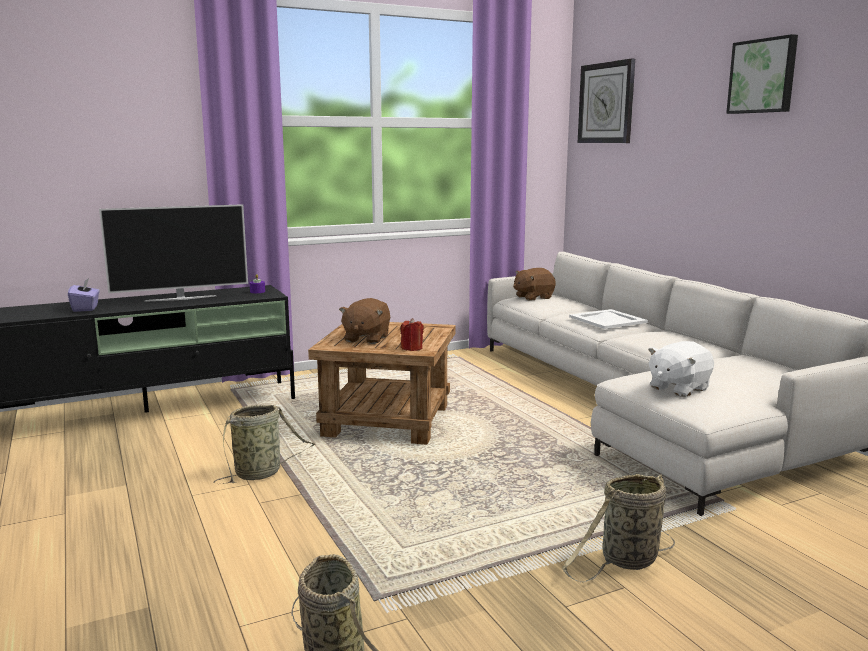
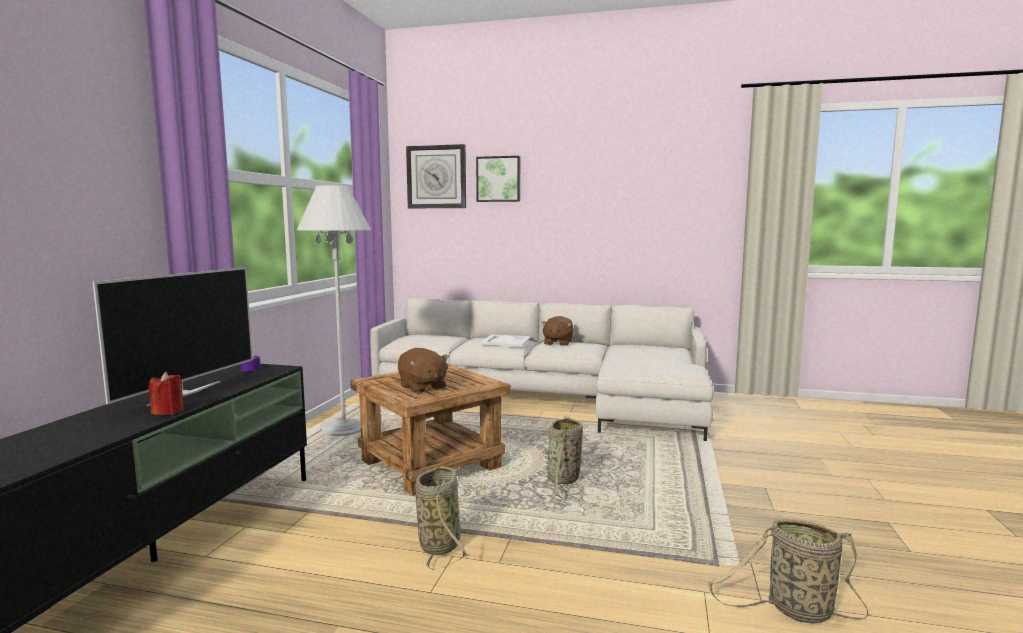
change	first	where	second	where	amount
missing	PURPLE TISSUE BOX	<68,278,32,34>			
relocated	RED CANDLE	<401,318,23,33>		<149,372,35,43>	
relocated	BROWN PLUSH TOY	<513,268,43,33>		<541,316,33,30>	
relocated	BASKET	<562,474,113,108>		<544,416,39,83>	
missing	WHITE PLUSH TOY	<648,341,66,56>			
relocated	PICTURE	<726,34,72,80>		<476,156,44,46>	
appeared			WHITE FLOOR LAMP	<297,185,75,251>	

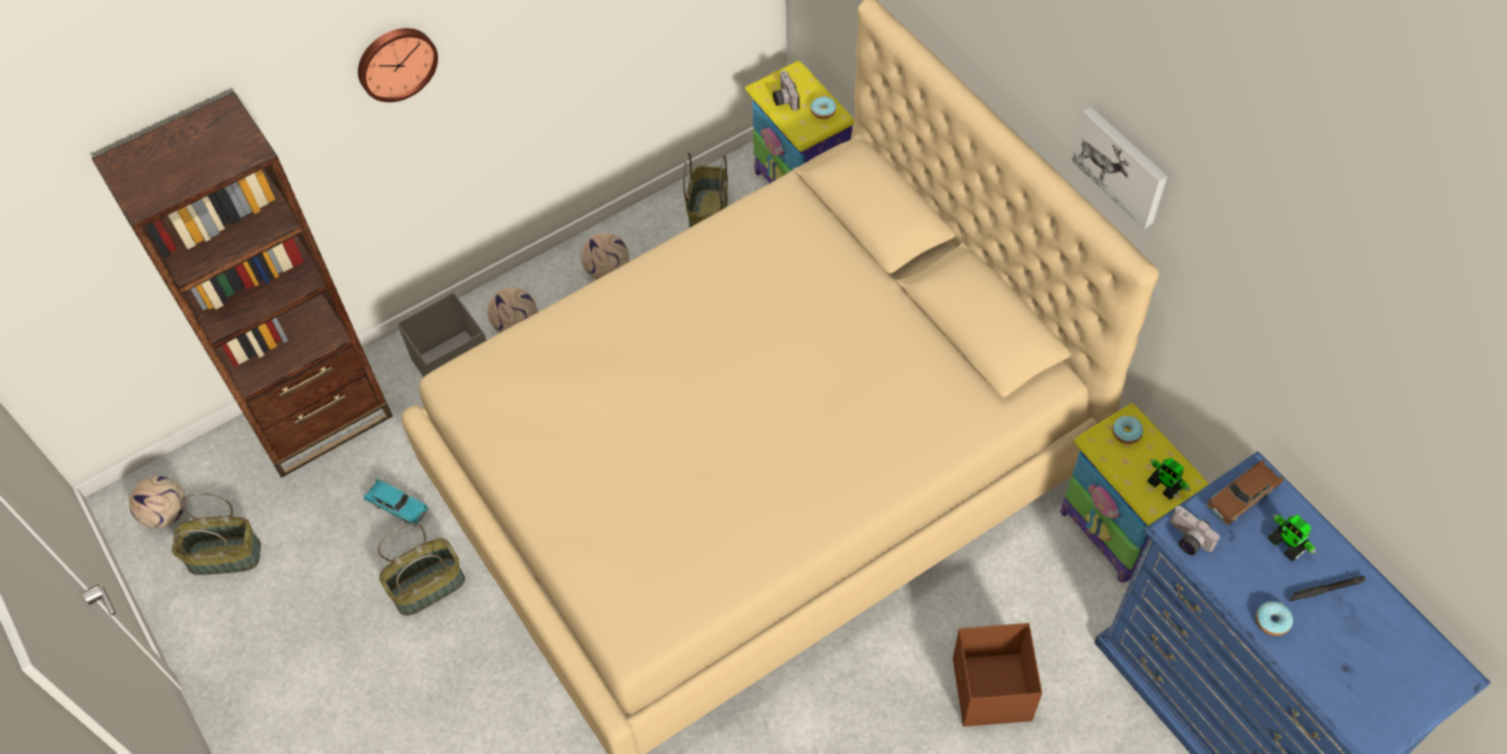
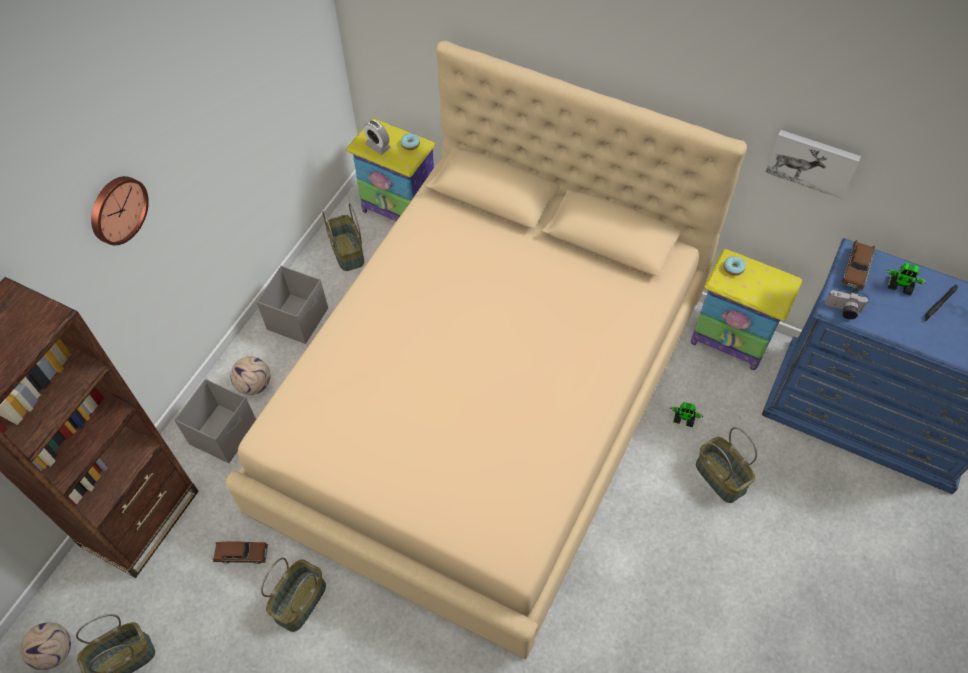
change	first	where	second	where	amount
colour	TURQUOISE TOY CAR	<364,479,65,48>	BROWN TOY CAR	<213,541,55,23>	
exchanged	FOOTBALL	<581,233,48,46>	GREY STORAGE BOX	<256,266,72,78>	
exchanged	PHOTO CAMERA	<773,71,26,40>	ALARM CLOCK	<364,120,27,35>	
exchanged	BROWN STORAGE BOX	<953,623,89,104>	BASKET	<696,427,61,76>	
relocated	PICTURE	<1072,107,95,123>		<765,130,96,69>	
relocated	TOY ROBOT	<1147,457,43,43>		<670,402,33,25>	
missing	DONUT	<1256,601,37,35>			

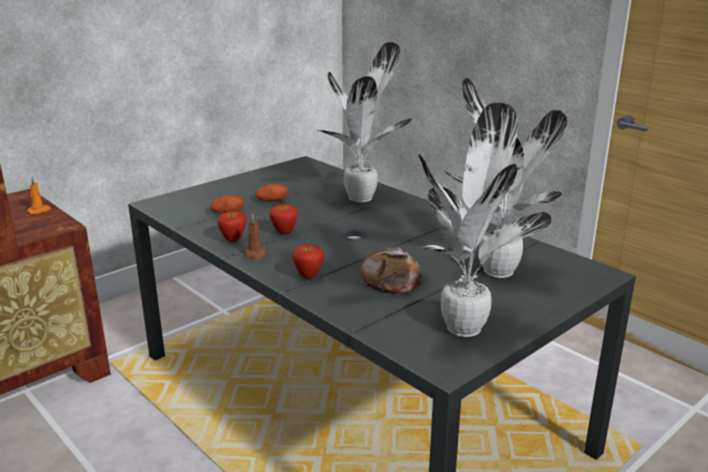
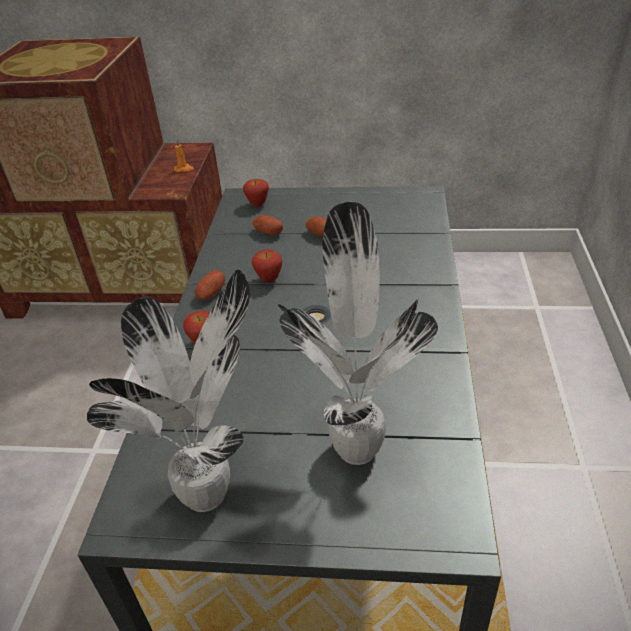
change	first	where	second	where	amount
relocated	APPLE	<217,211,29,31>		<243,179,26,28>	
exchanged	BROWN CANDLE	<243,214,23,46>	POTATO	<195,270,30,30>	
missing	POTTED PLANT	<317,42,94,160>			
missing	BREAD	<361,247,62,47>			

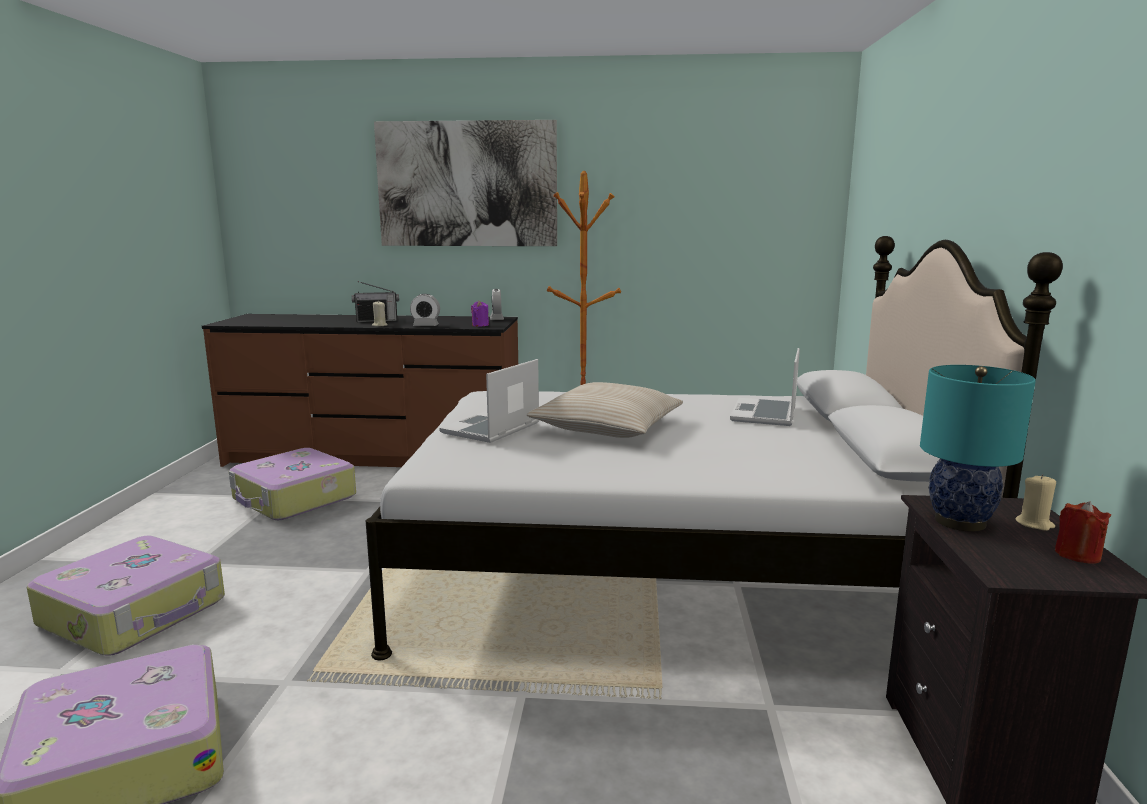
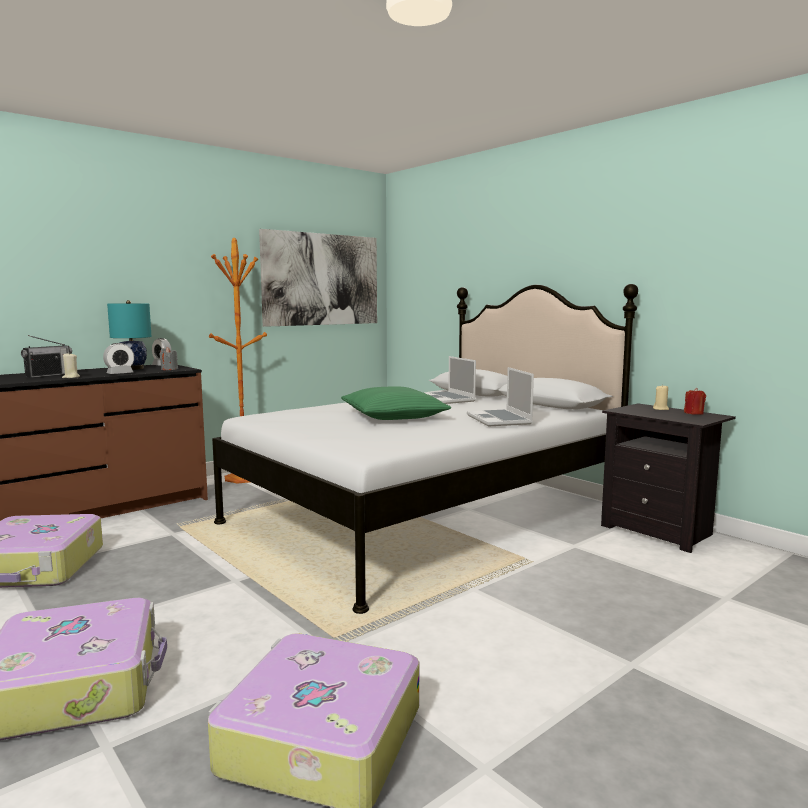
change	first	where	second	where	amount
relocated	PICTURE	<374,120,183,126>		<259,229,118,98>	
relocated	LAPTOP	<439,359,100,84>		<467,367,67,60>	
colour	PURPLE CANDLE	<471,301,18,26>	GREY CANDLE	<160,347,18,23>	
colour	BEIGE PILLOW	<527,382,156,56>	GREEN PILLOW	<341,386,110,34>	
relocated	TURQUOISE TABLE LAMP	<920,365,116,167>		<107,300,44,70>	

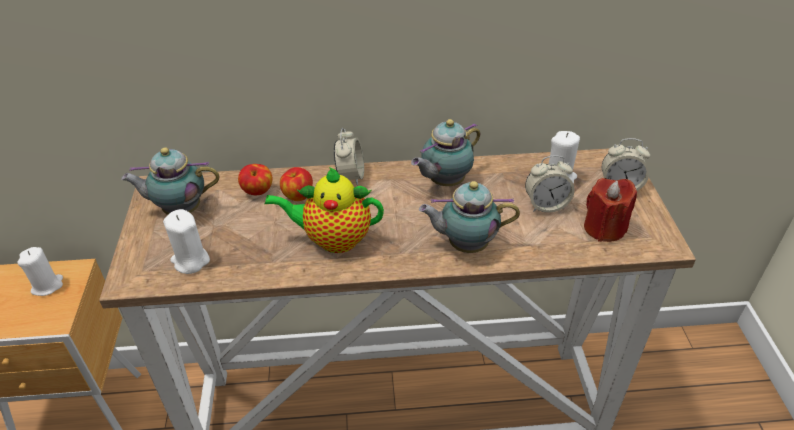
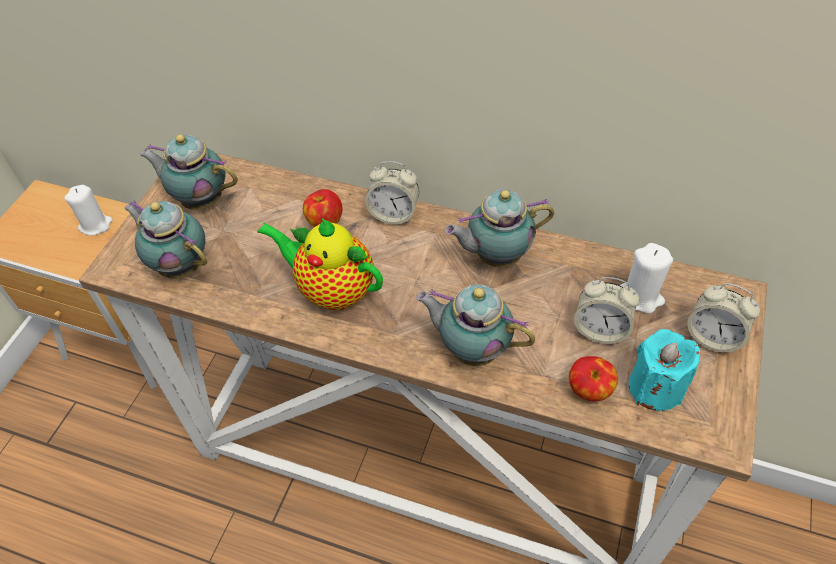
change	first	where	second	where	amount
exchanged	WHITE CANDLE	<163,209,47,65>	TEAPOT	<124,201,83,78>	
relocated	APPLE	<238,164,35,32>		<569,356,49,45>	
spun	ALARM CLOCK	<334,128,30,58>		<365,161,54,64>	75 degrees clockwise
colour	RED CANDLE	<584,178,53,64>	TURQUOISE CANDLE	<629,329,71,82>	

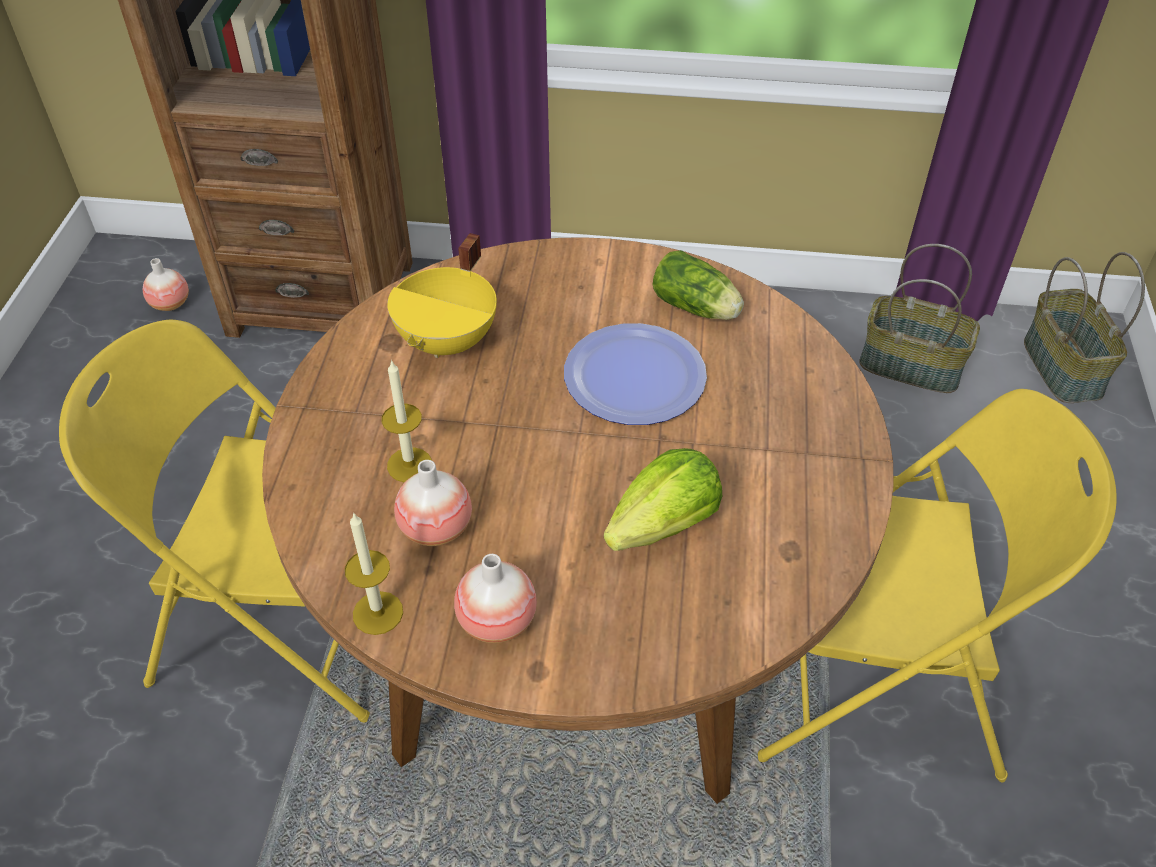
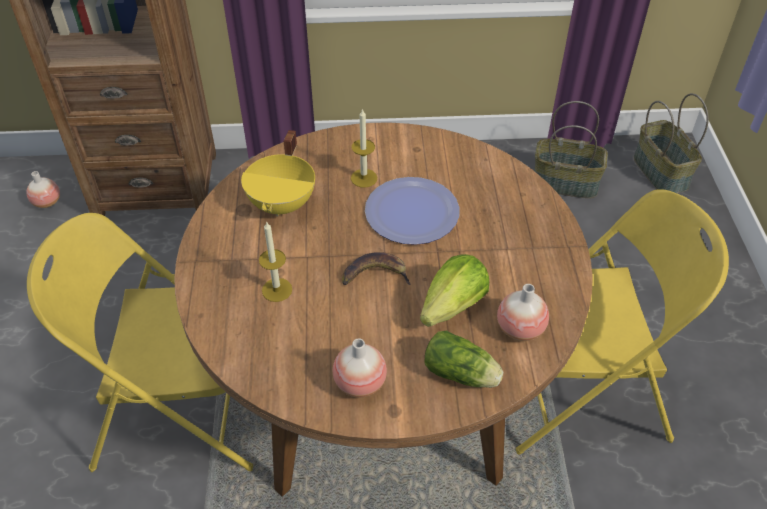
change	first	where	second	where	amount
relocated	CANDLE	<345,512,58,123>		<351,109,26,79>	
relocated	VASE	<394,460,78,86>		<497,284,52,57>	
relocated	LETTUCE	<653,250,91,70>		<424,331,79,57>	
appeared			BANANA	<342,252,69,33>	

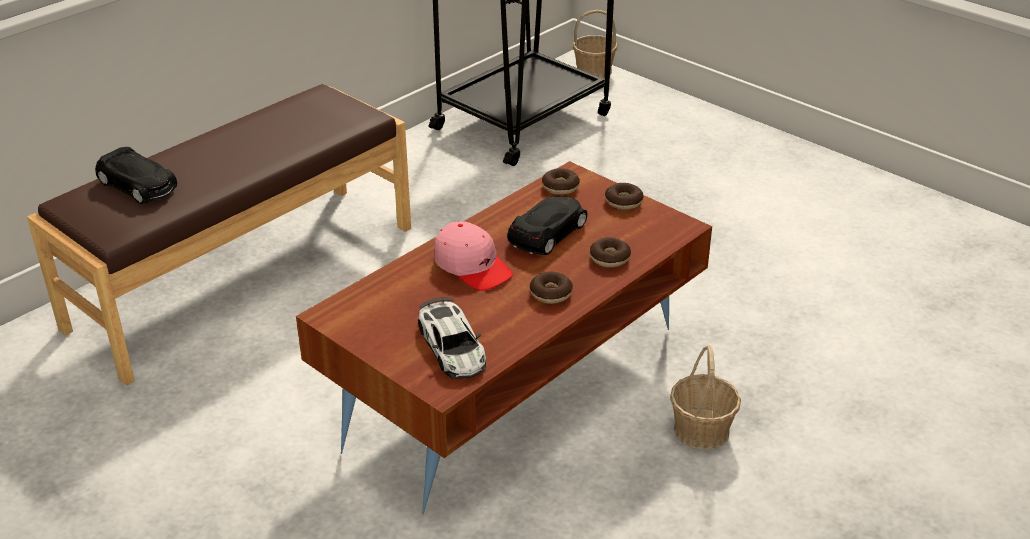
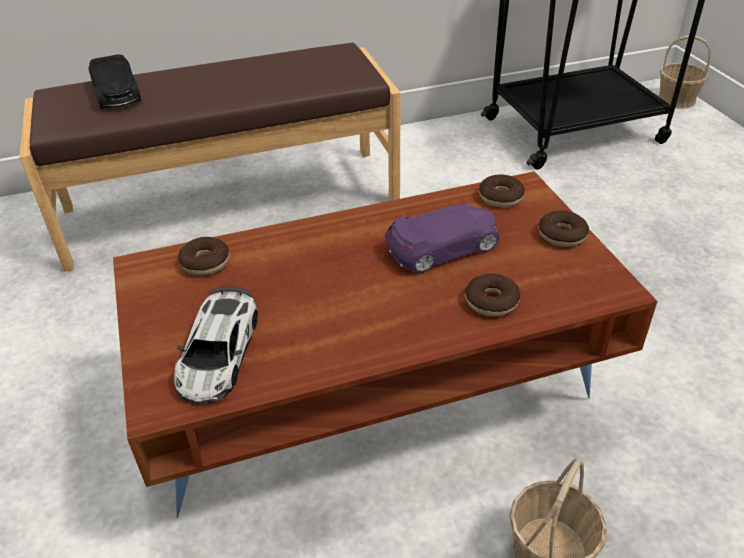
change	first	where	second	where	amount
missing	PINK CAP	<434,221,79,70>			
colour	BLACK TOY CAR	<507,196,80,59>	PURPLE TOY CAR	<385,204,114,69>	
relocated	DONUT	<530,272,43,32>		<178,237,51,38>	

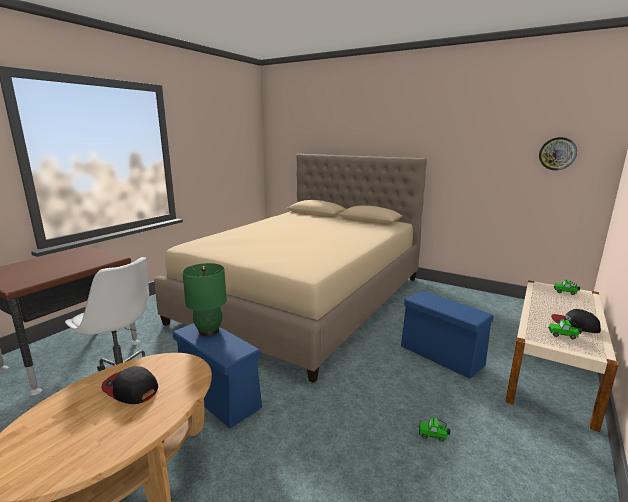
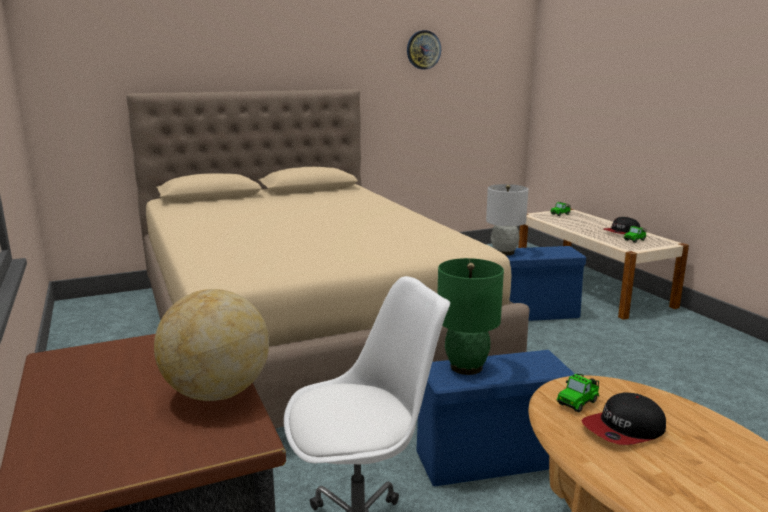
change	first	where	second	where	amount
relocated	TOY CAR	<419,418,31,24>		<557,374,42,38>	
relocated	WALL CLOCK	<539,137,38,33>		<407,30,34,39>	
appeared			GLOBE	<154,289,115,112>	
appeared			WHITE TABLE LAMP	<486,184,42,72>	

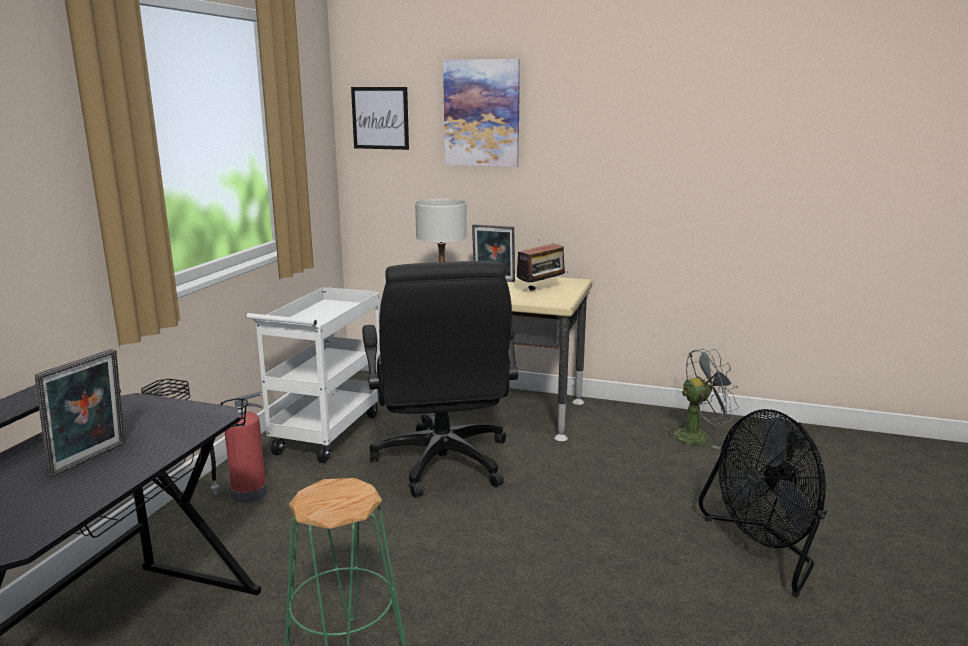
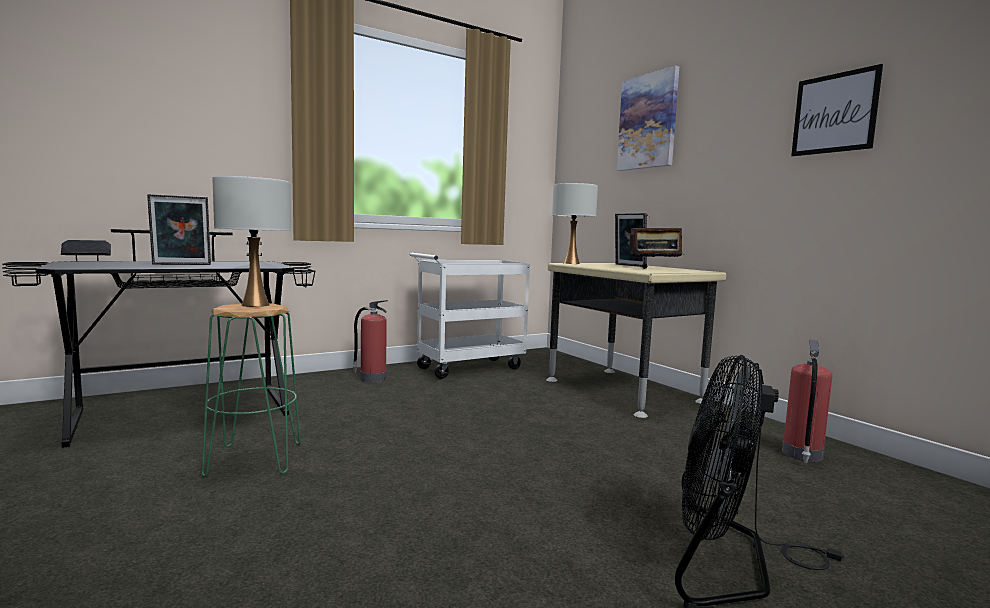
change	first	where	second	where	amount
relocated	PICTURE	<351,87,58,63>		<791,64,92,92>	
missing	BLACK OFFICE CHAIR	<362,261,156,237>			
exchanged	GREY FAN	<662,349,78,100>	FIRE EXTINGUISHER	<782,340,50,123>	
appeared			WHITE TABLE LAMP	<212,176,79,131>	

